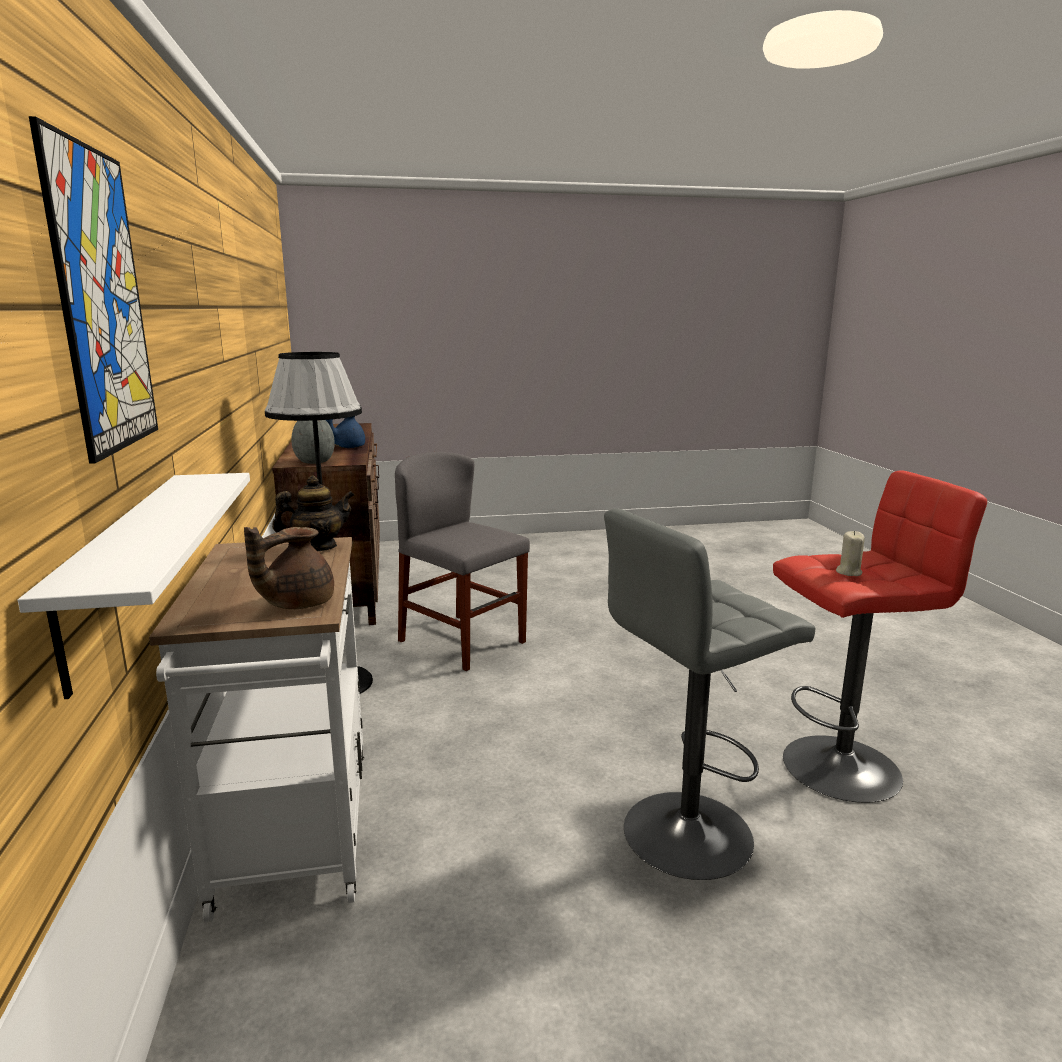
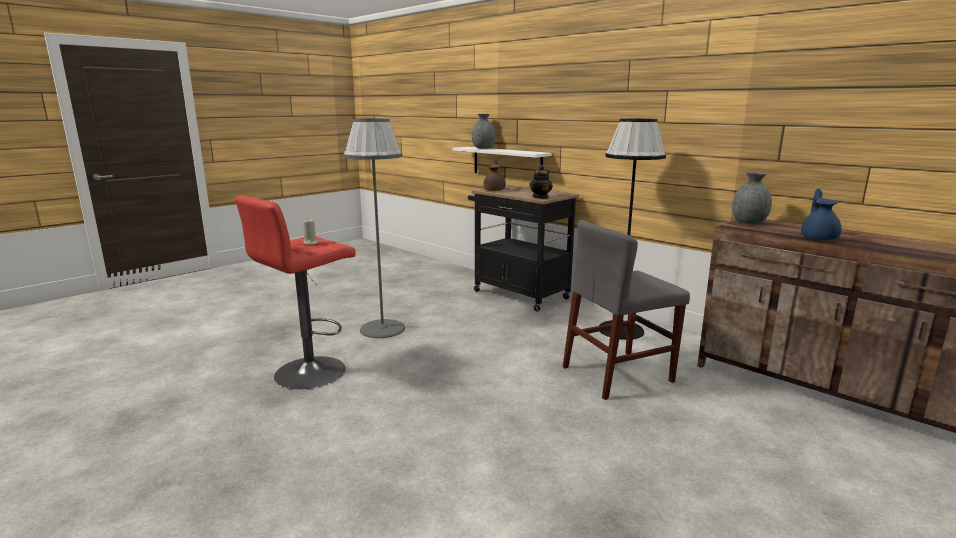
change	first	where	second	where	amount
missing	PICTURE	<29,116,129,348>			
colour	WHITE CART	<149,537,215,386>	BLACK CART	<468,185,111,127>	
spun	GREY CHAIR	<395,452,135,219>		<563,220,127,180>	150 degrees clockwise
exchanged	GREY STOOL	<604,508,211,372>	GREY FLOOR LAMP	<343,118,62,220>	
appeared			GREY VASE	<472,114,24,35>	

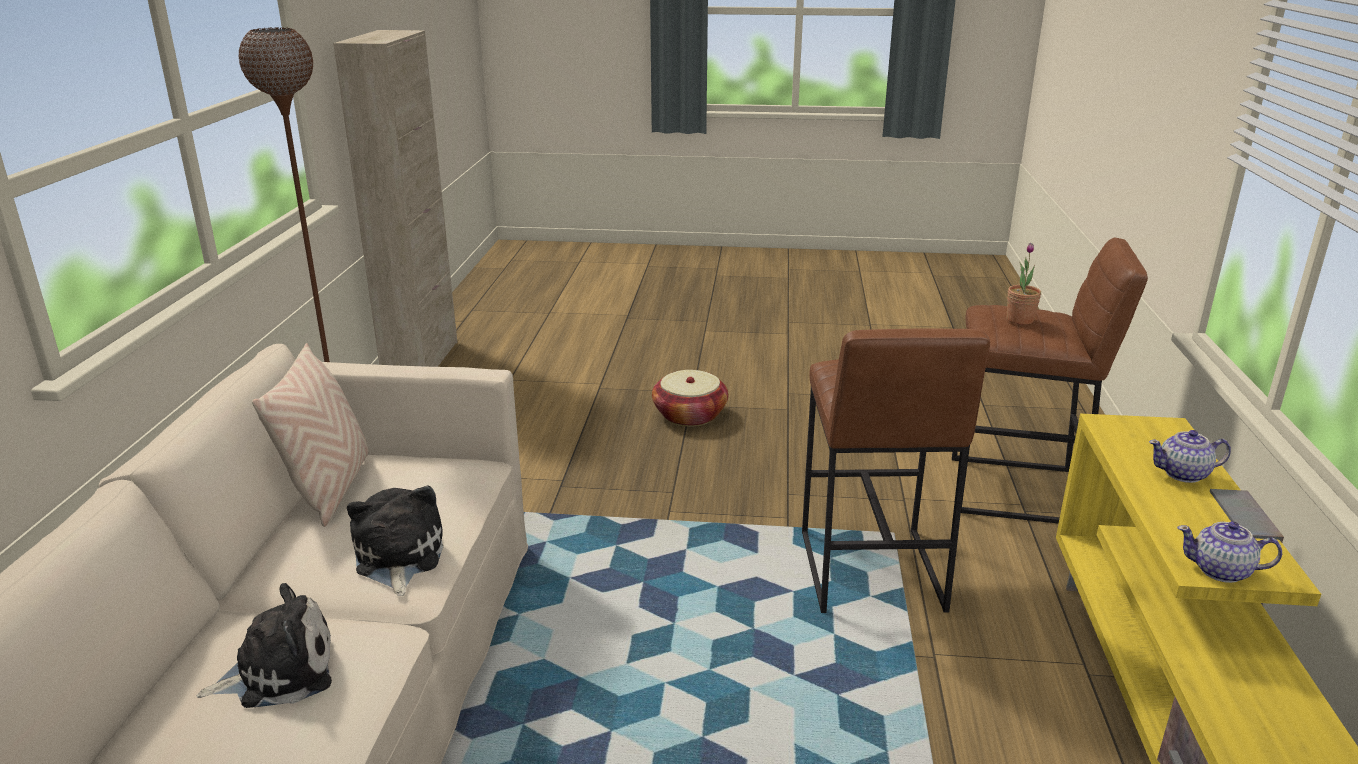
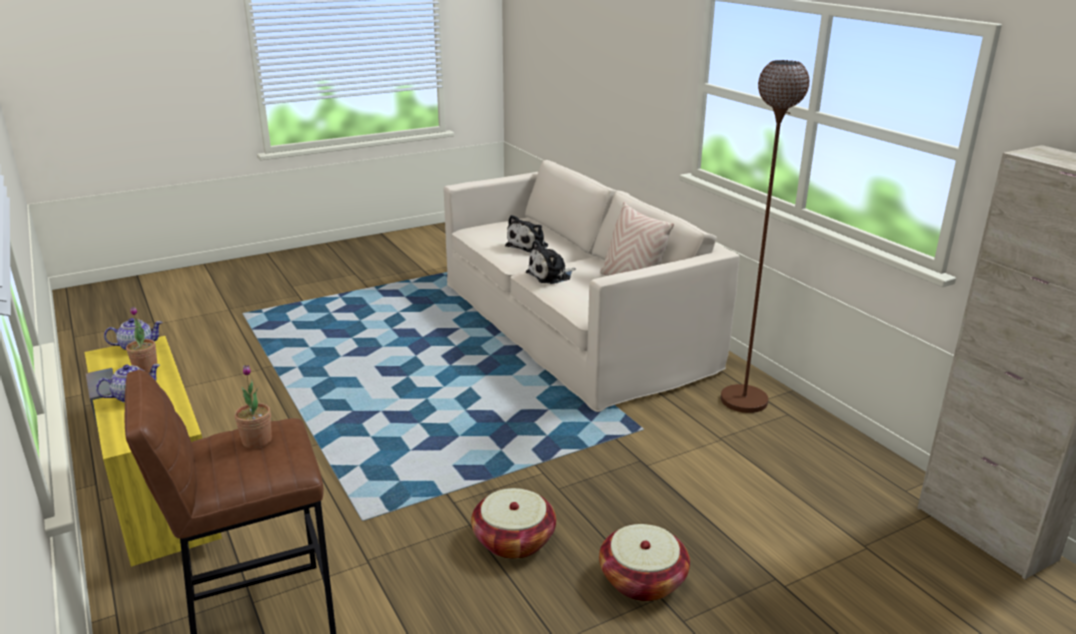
change	first	where	second	where	amount
spun	PLUSH TOY	<347,485,96,111>		<526,240,50,44>	105 degrees clockwise
missing	BROWN STOOL	<802,329,188,284>			
appeared			POTTED PLANT	<126,307,31,66>	
appeared			BASKET	<471,488,85,71>	

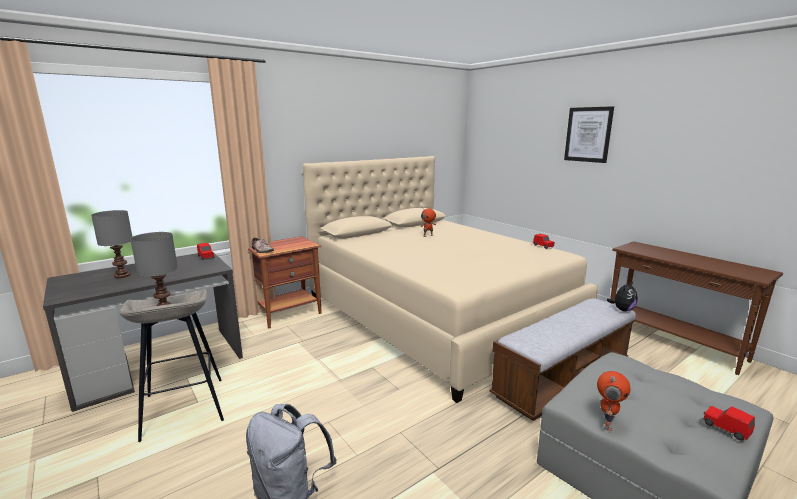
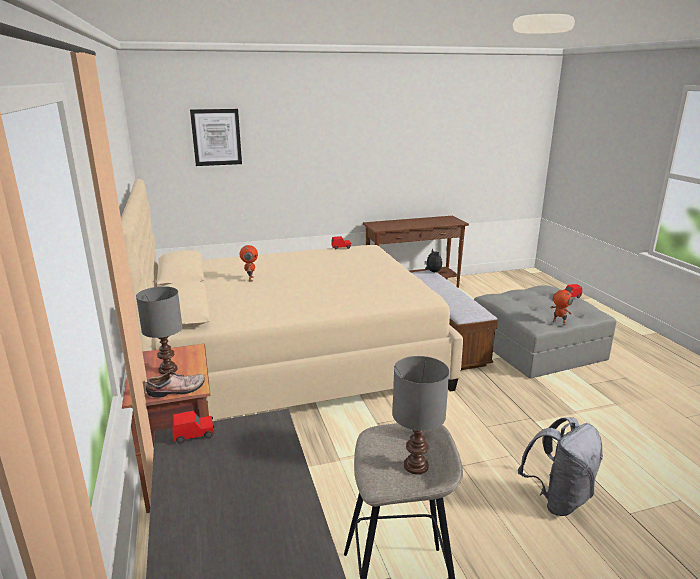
change	first	where	second	where	amount
relocated	GREY TABLE LAMP	<91,210,41,68>		<136,286,47,89>	
relocated	PICTURE	<564,106,50,57>		<190,109,52,57>	

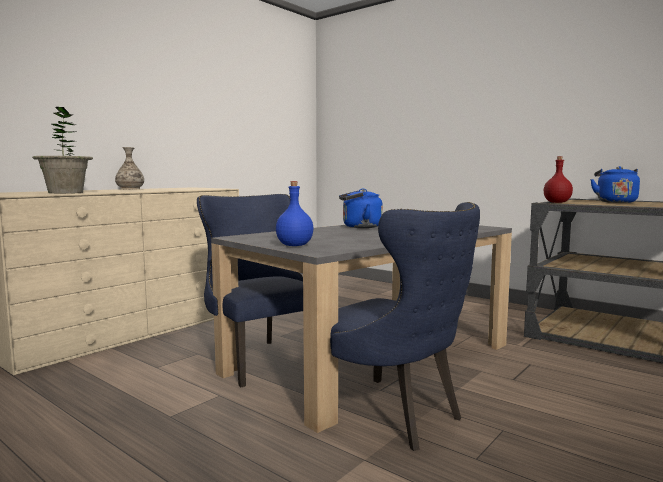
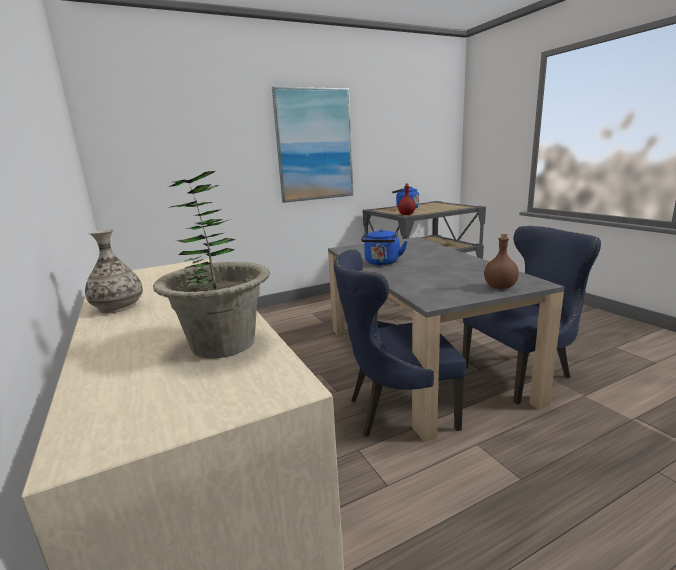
change	first	where	second	where	amount
colour	BLUE BOTTLE	<276,181,38,65>	BROWN BOTTLE	<484,233,35,56>	
appeared			PICTURE	<272,87,81,116>	

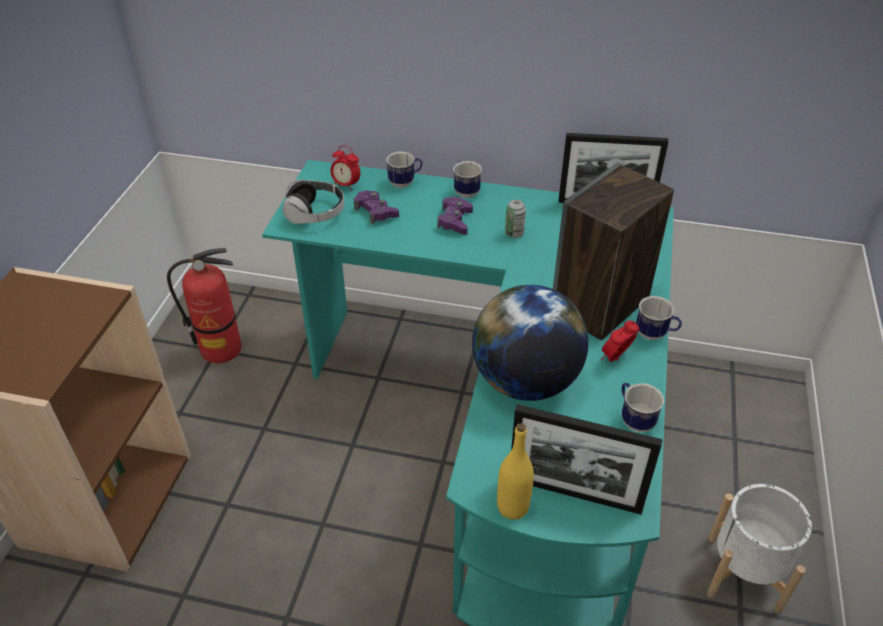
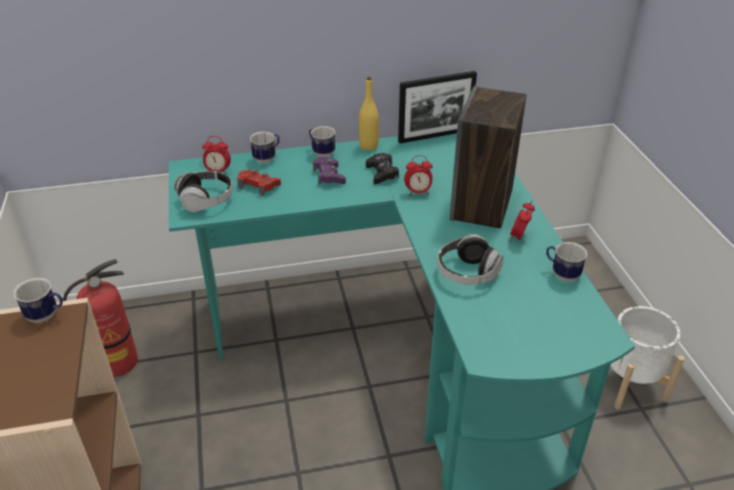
change	first	where	second	where	amount
colour	PURPLE GAME CONTROLLER	<354,190,45,35>	RED GAME CONTROLLER	<237,169,44,27>	
exchanged	GLOBE	<472,285,117,116>	HEADPHONES	<437,234,66,51>	
relocated	YELLOW BOTTLE	<497,423,37,97>		<359,77,20,74>	
exchanged	CAN	<505,200,21,38>	BLACK GAME CONTROLLER	<366,153,33,31>	
missing	PICTURE FRAME	<511,404,152,110>			
relocated	MUG	<636,296,46,44>		<13,278,50,45>	
appeared			ALARM CLOCK	<404,155,29,42>	

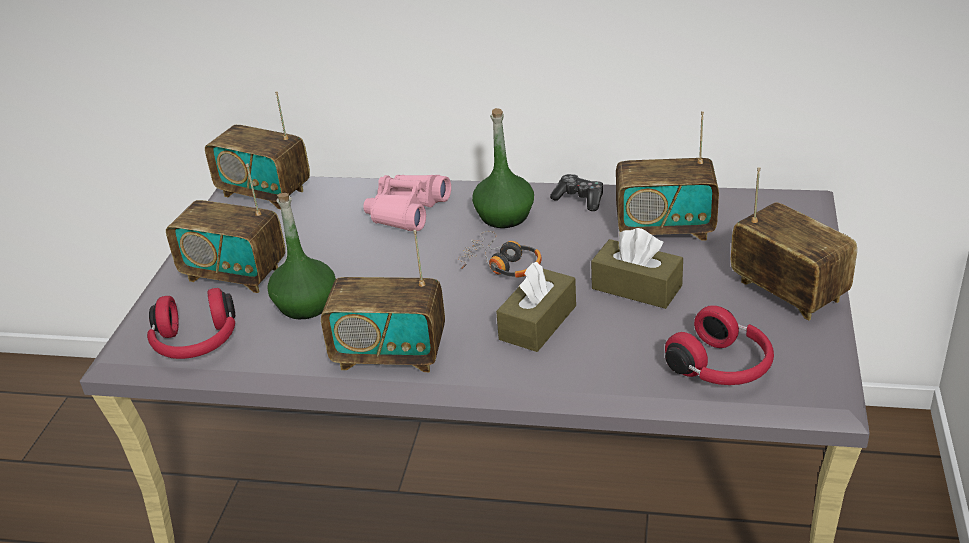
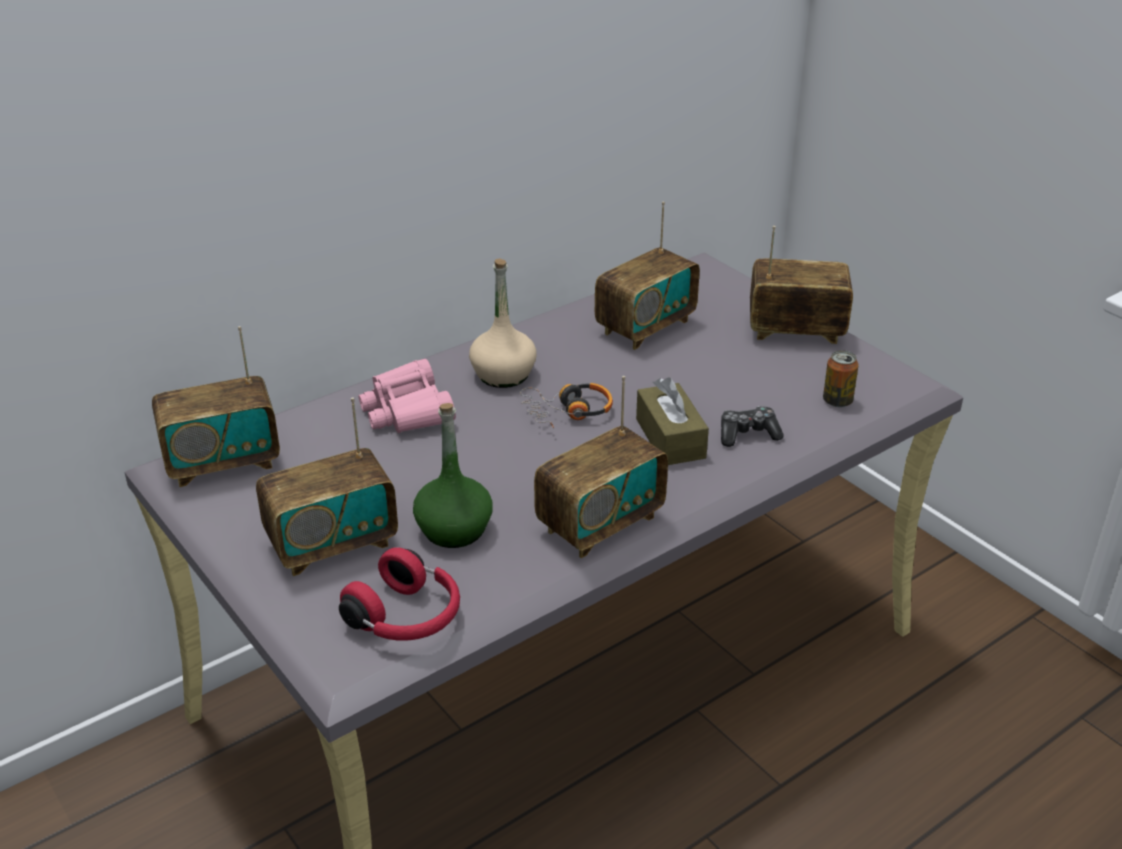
change	first	where	second	where	amount
colour	GREEN BOTTLE	<472,108,62,120>	BEIGE BOTTLE	<469,259,68,129>	
relocated	GAME CONTROLLER	<550,174,53,37>		<721,406,63,41>	
missing	BROWN TISSUE BOX	<591,228,92,81>			
exchanged	RED HEADPHONES	<665,305,109,80>	CAN	<823,350,36,57>	

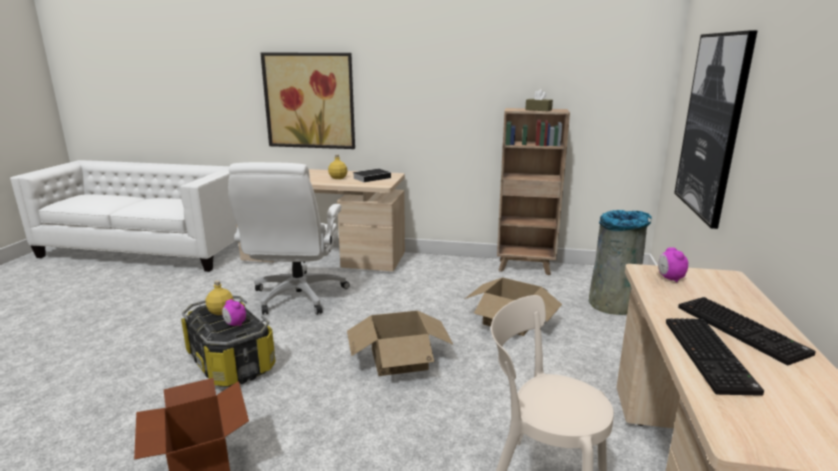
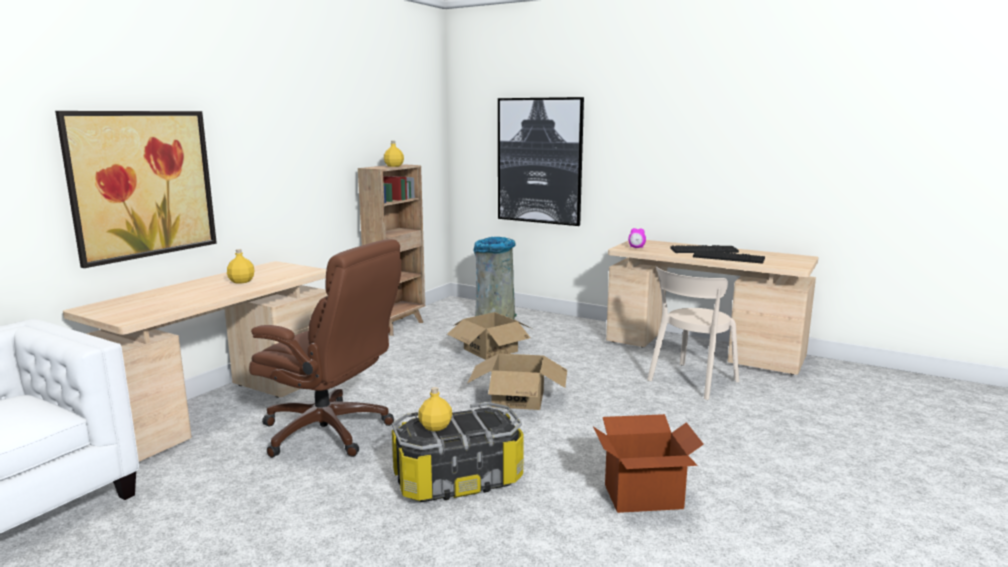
change	first	where	second	where	amount
missing	ALARM CLOCK	<222,299,24,27>			
colour	WHITE OFFICE CHAIR	<228,162,122,153>	BROWN OFFICE CHAIR	<249,239,152,219>	
missing	BOOK	<353,169,41,13>			
exchanged	BROWN TISSUE BOX	<525,89,28,22>	YELLOW BOTTLE	<384,141,20,26>	

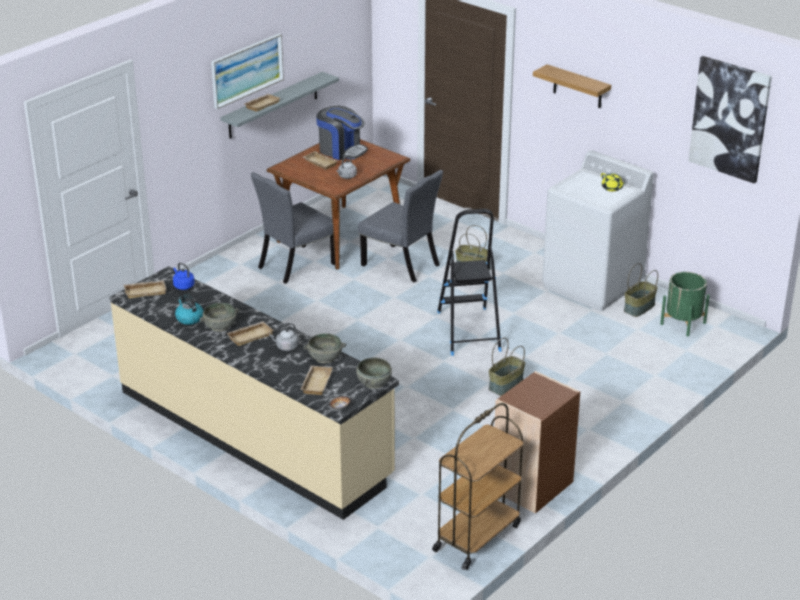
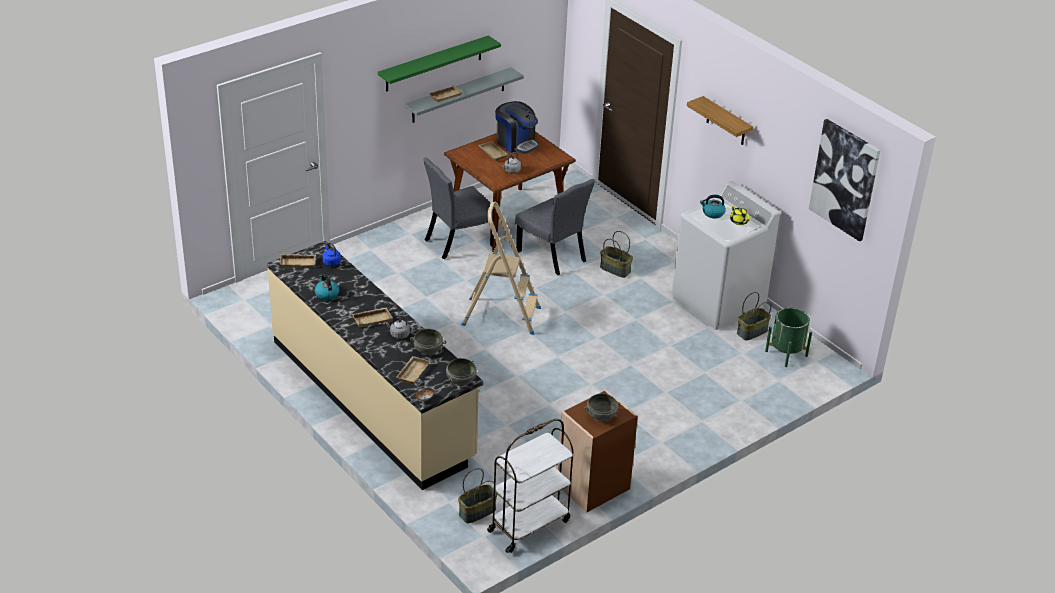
change	first	where	second	where	amount
relocated	GREY BOWL	<200,303,39,29>		<584,394,37,28>	
exchanged	PICTURE	<211,34,73,75>	GREEN SHELF	<378,35,123,57>	
colour	BROWN CART	<432,403,92,167>	WHITE CART	<487,419,86,134>	
missing	BLACK STEP LADDER	<437,209,65,147>			
relocated	BASKET	<489,337,36,59>		<458,468,39,55>	
appeared			BEIGE STEP LADDER	<461,202,80,133>	
appeared			KETTLE	<700,195,26,23>	

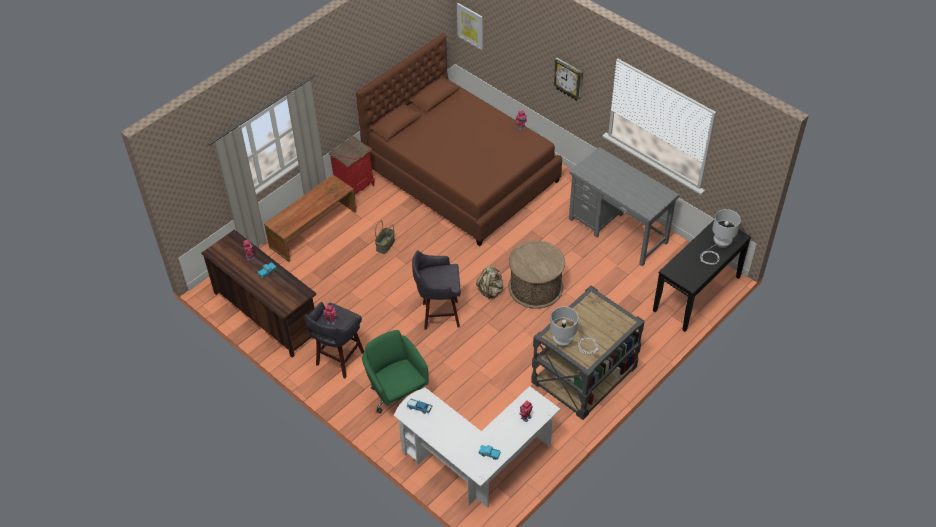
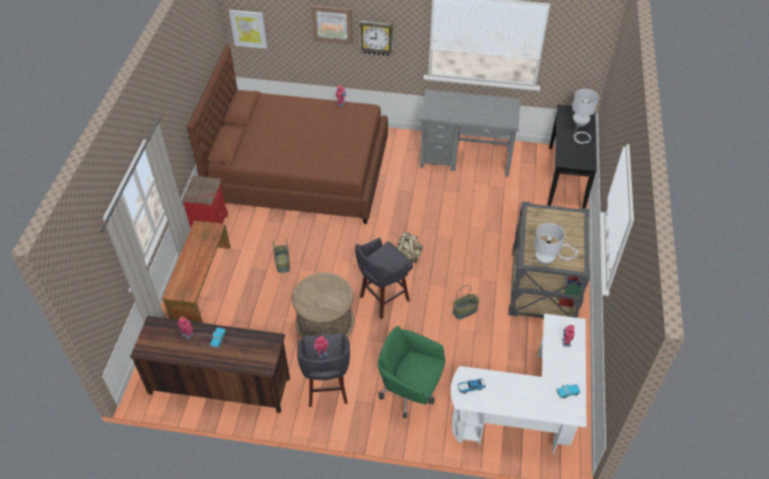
change	first	where	second	where	amount
relocated	BROWN COFFEE TABLE	<508,241,57,68>		<292,273,62,65>	
appeared			PICTURE	<311,5,42,40>	
appeared			BASKET	<453,285,26,35>	

